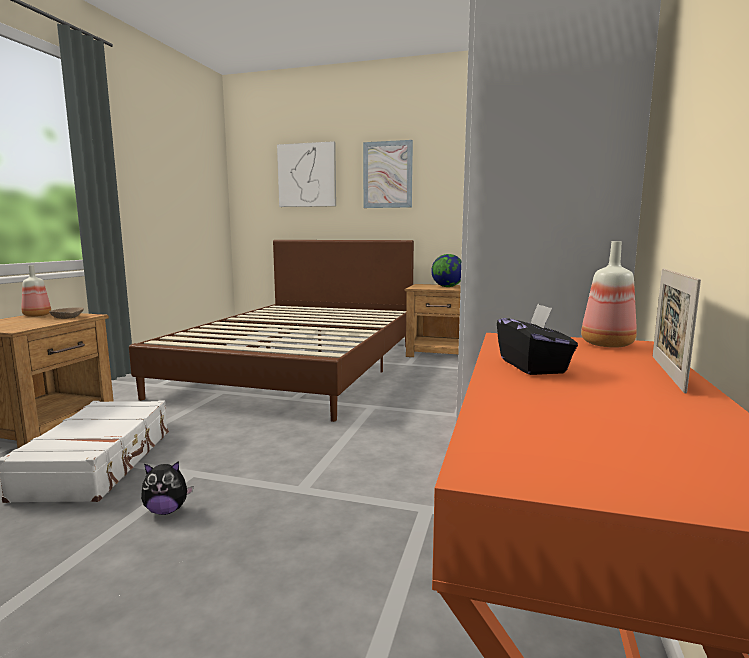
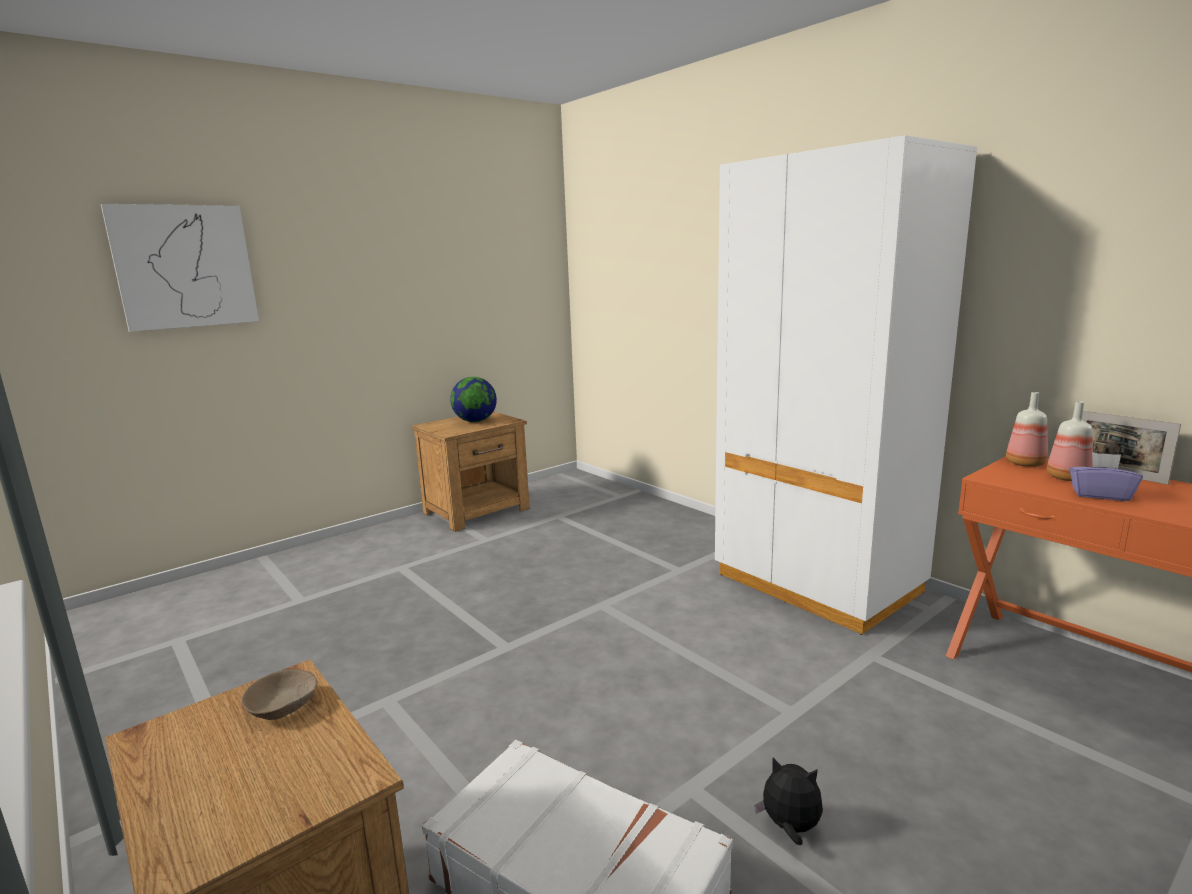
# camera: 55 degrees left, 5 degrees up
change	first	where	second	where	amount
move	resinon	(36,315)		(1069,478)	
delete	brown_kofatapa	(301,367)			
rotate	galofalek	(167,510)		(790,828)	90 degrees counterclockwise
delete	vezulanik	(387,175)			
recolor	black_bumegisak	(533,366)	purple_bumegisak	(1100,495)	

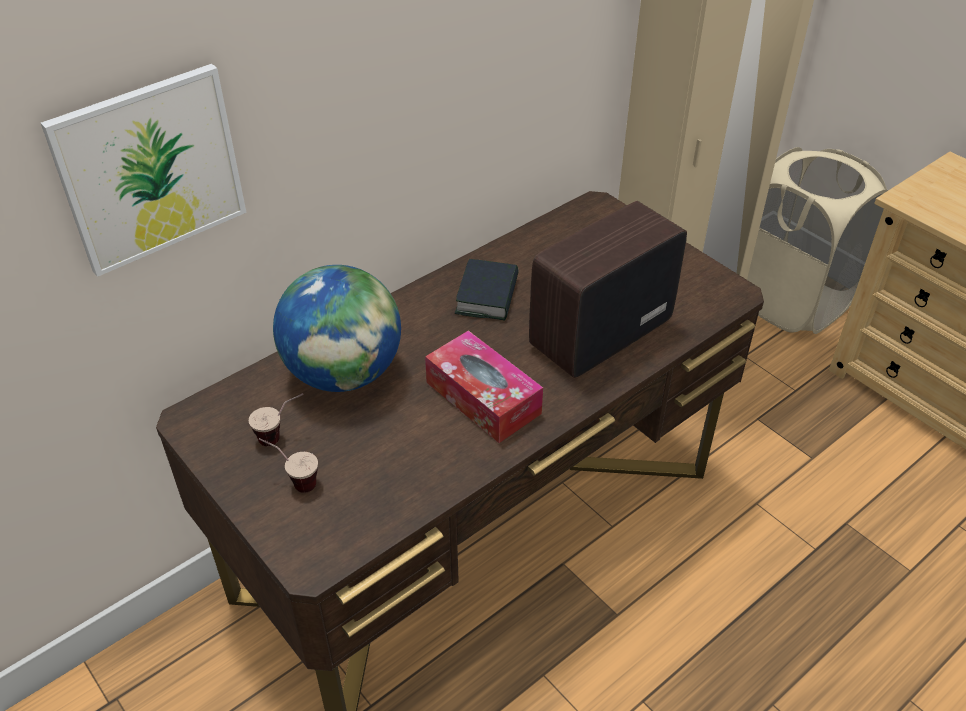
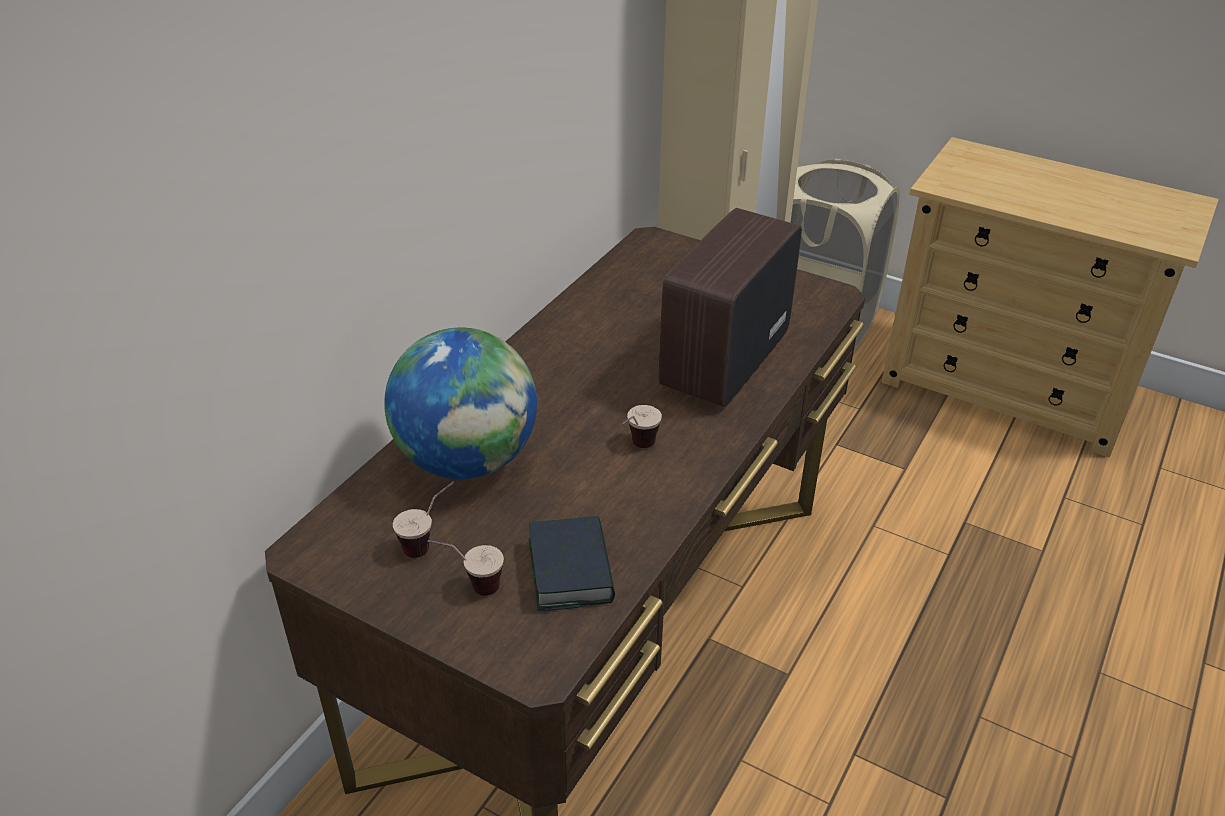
# camera: 20 degrees left, 5 degrees down
change	first	where	second	where	amount
delete	vezulanik	(150,169)			
replace	bumegisak	(483,398)	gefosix	(637,449)	
move	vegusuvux	(487,296)		(571,570)	

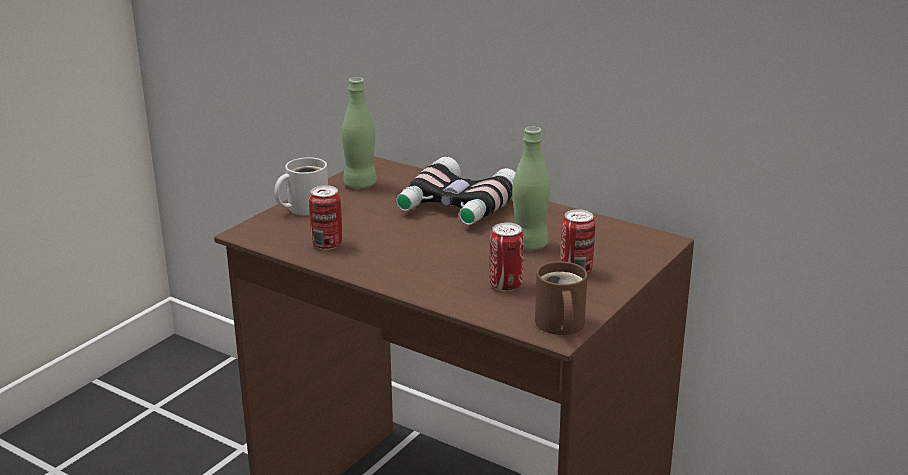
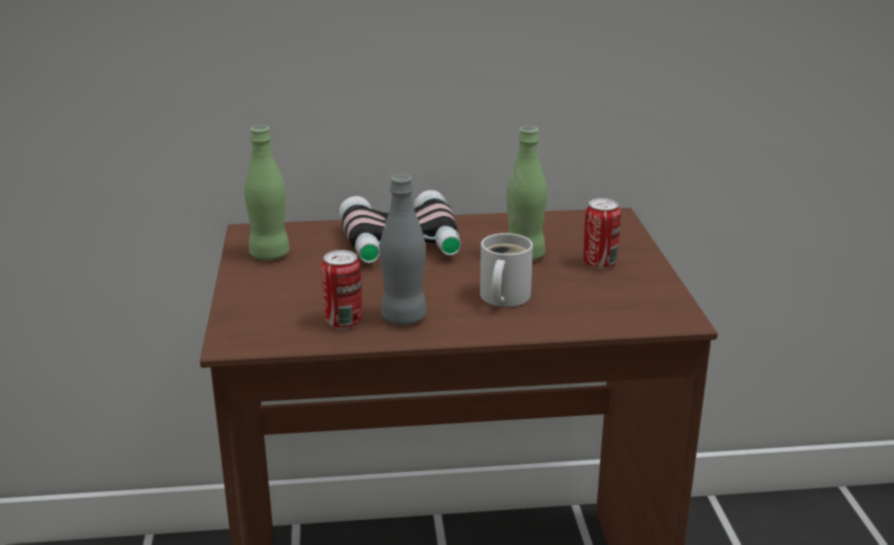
# camera: 40 degrees left, 0 degrees up
change	first	where	second	where	amount
move	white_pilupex	(304,207)		(502,297)	
delete	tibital	(506,285)			
delete	brown_pilupex	(558,325)			
insert			grey_resinon	(404,317)	

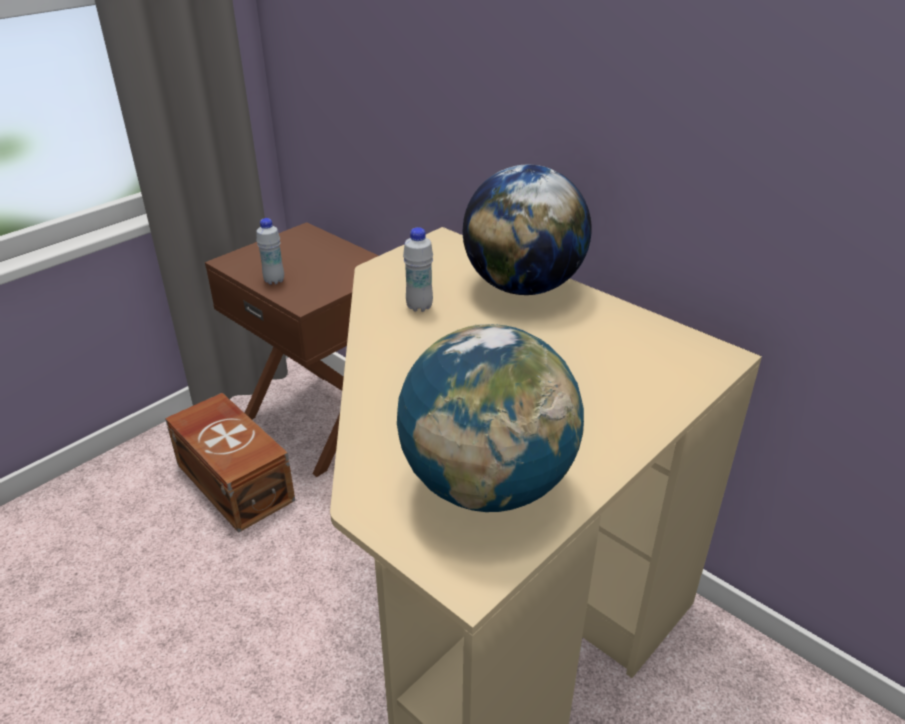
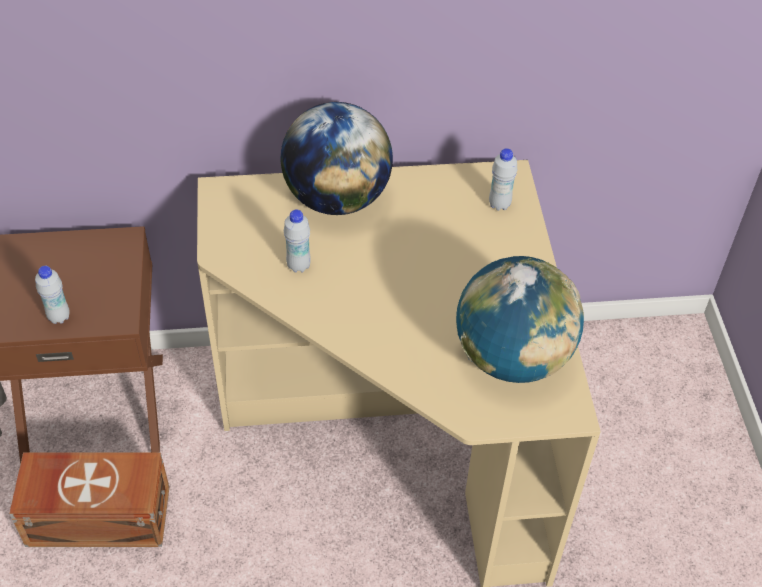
# camera: 50 degrees left, 15 degrees up
change	first	where	second	where	amount
insert			white_resinon	(499,204)	

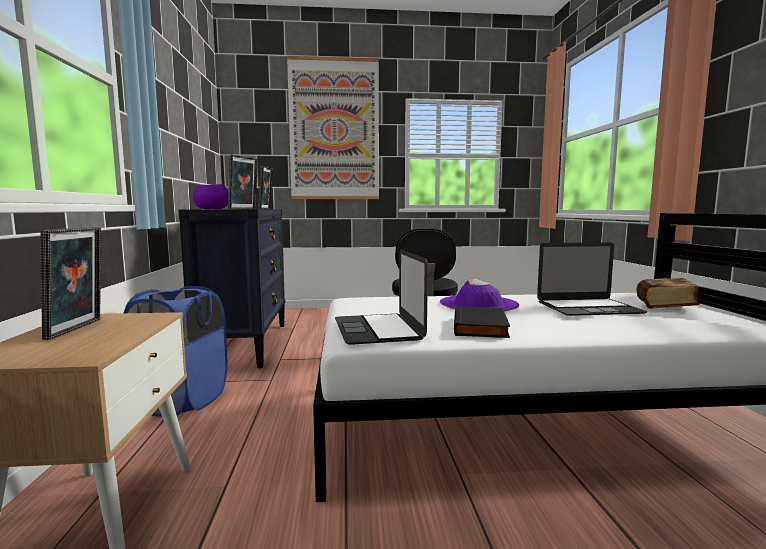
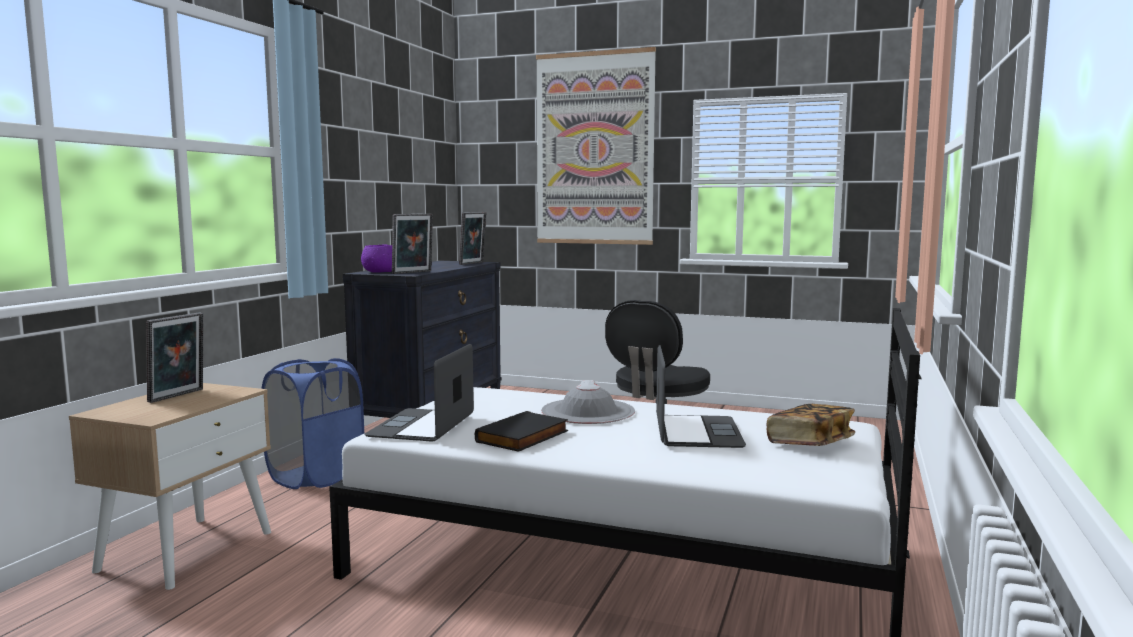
# camera: 25 degrees right, 0 degrees up
change	first	where	second	where	amount
recolor	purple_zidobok	(478,304)	grey_zidobok	(588,411)	
rotate	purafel	(588,307)		(697,432)	105 degrees counterclockwise

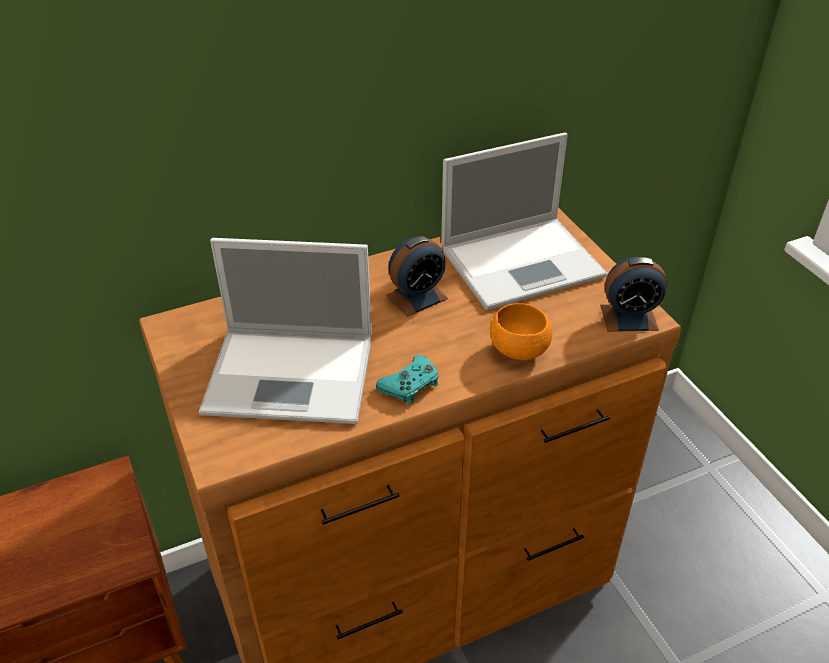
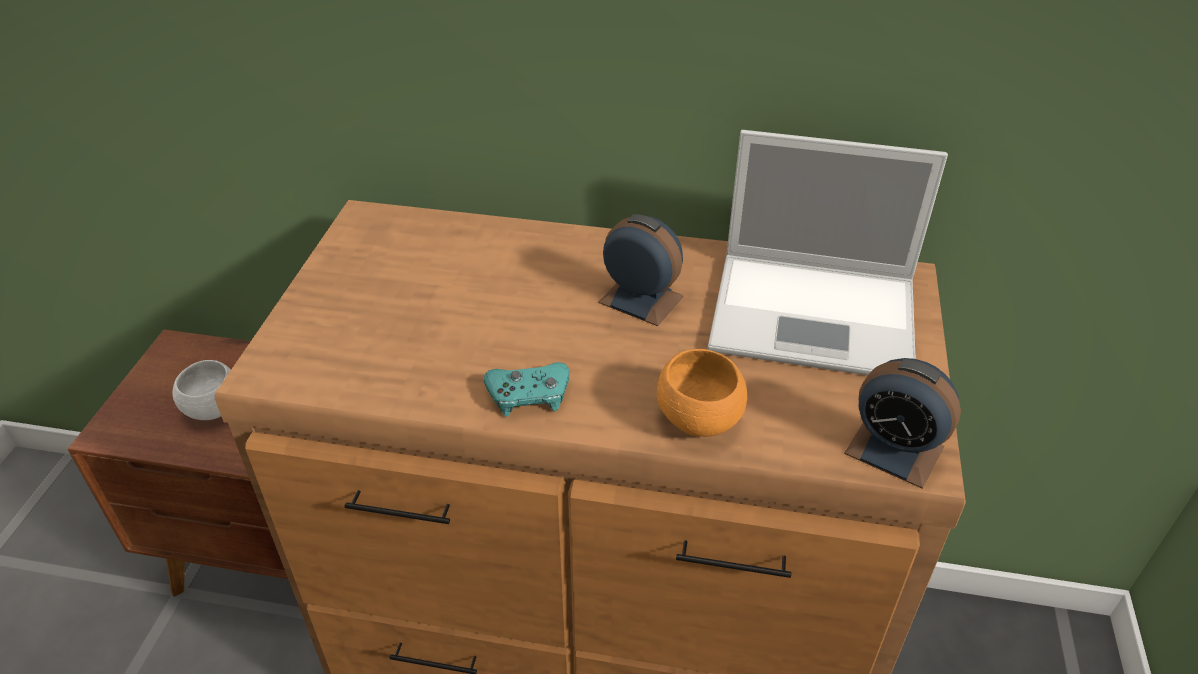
# camera: 35 degrees right, 0 degrees up
change	first	where	second	where	amount
delete	purafel	(294,375)			
rotate	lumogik	(417,297)		(641,299)	150 degrees counterclockwise
insert			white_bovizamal	(213,408)	

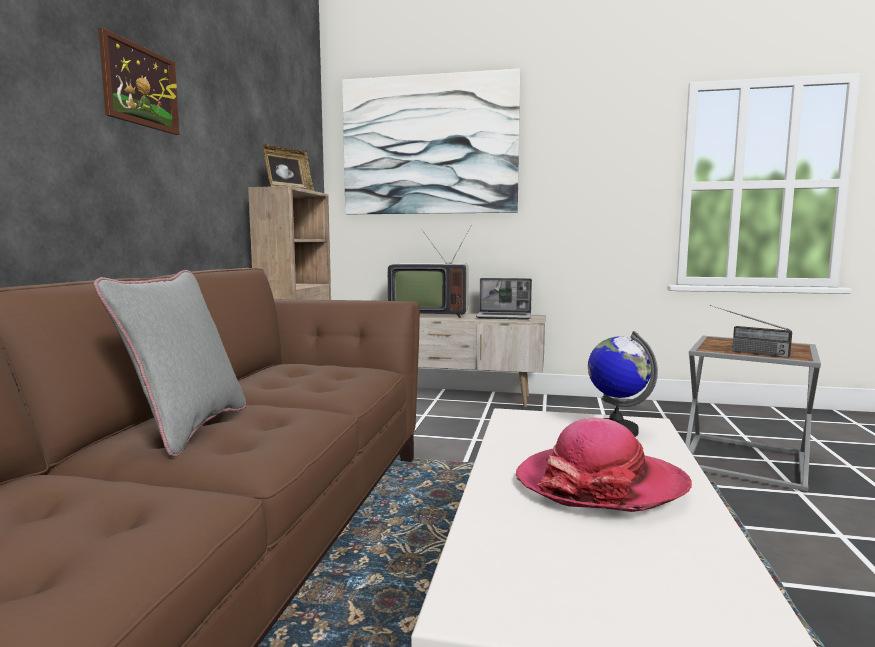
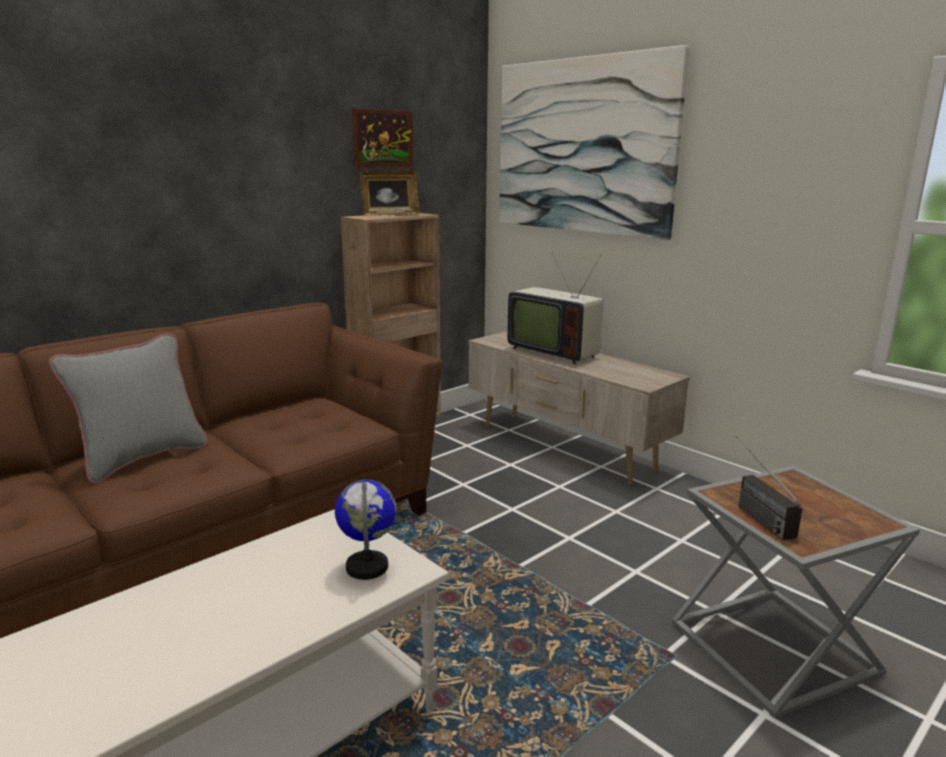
# camera: 35 degrees right, 10 degrees up
change	first	where	second	where	amount
move	vezulanik	(140,86)		(383,138)	
delete	purafel	(504,317)			
delete	zidobok	(600,484)			

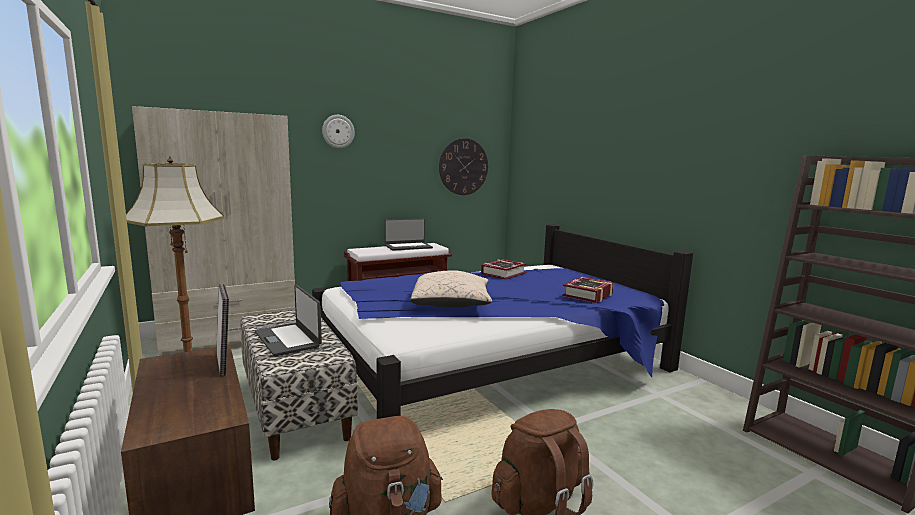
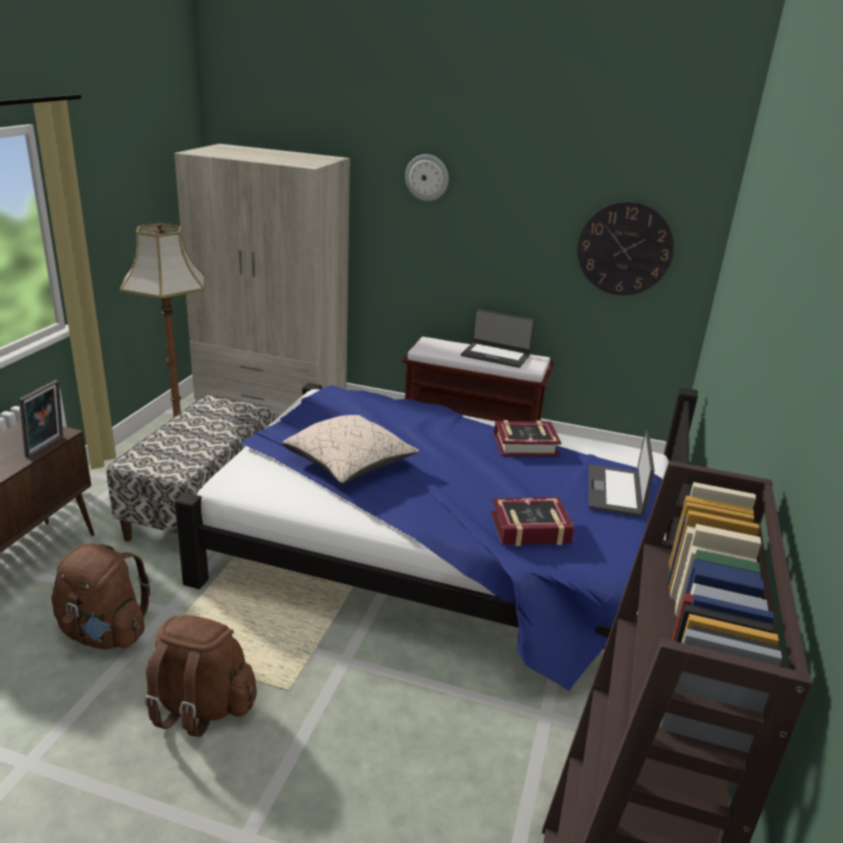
# camera: 45 degrees right, 15 degrees up
change	first	where	second	where	amount
move	purafel	(288,339)		(616,491)	

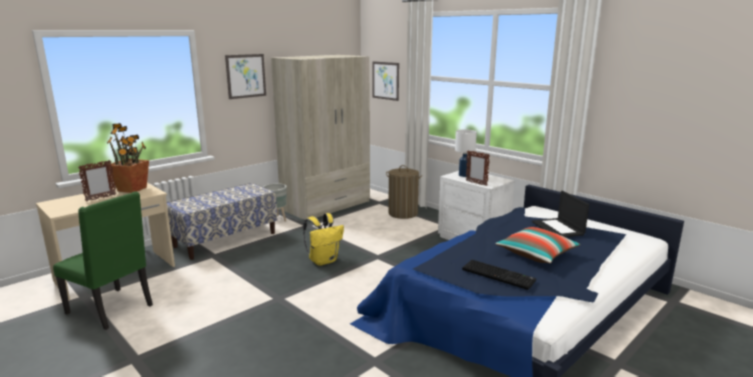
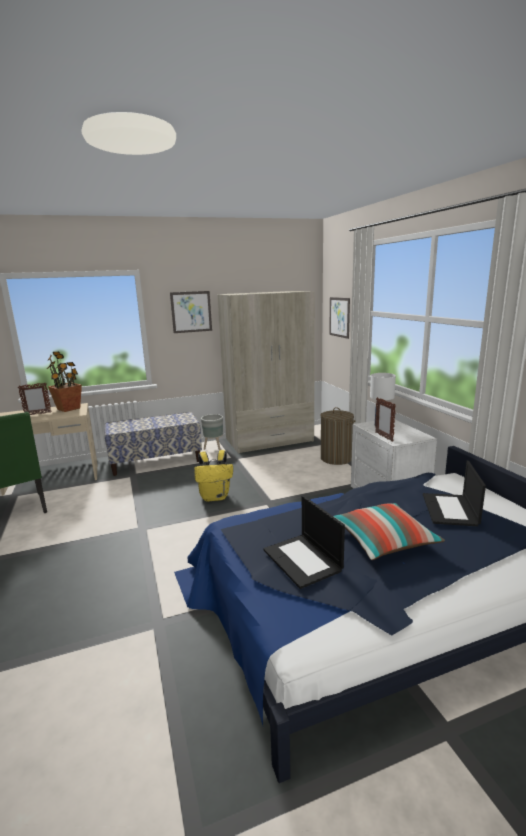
# camera: 25 degrees right, 0 degrees up
change	first	where	second	where	amount
replace	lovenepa	(499,275)	purafel	(303,560)	

